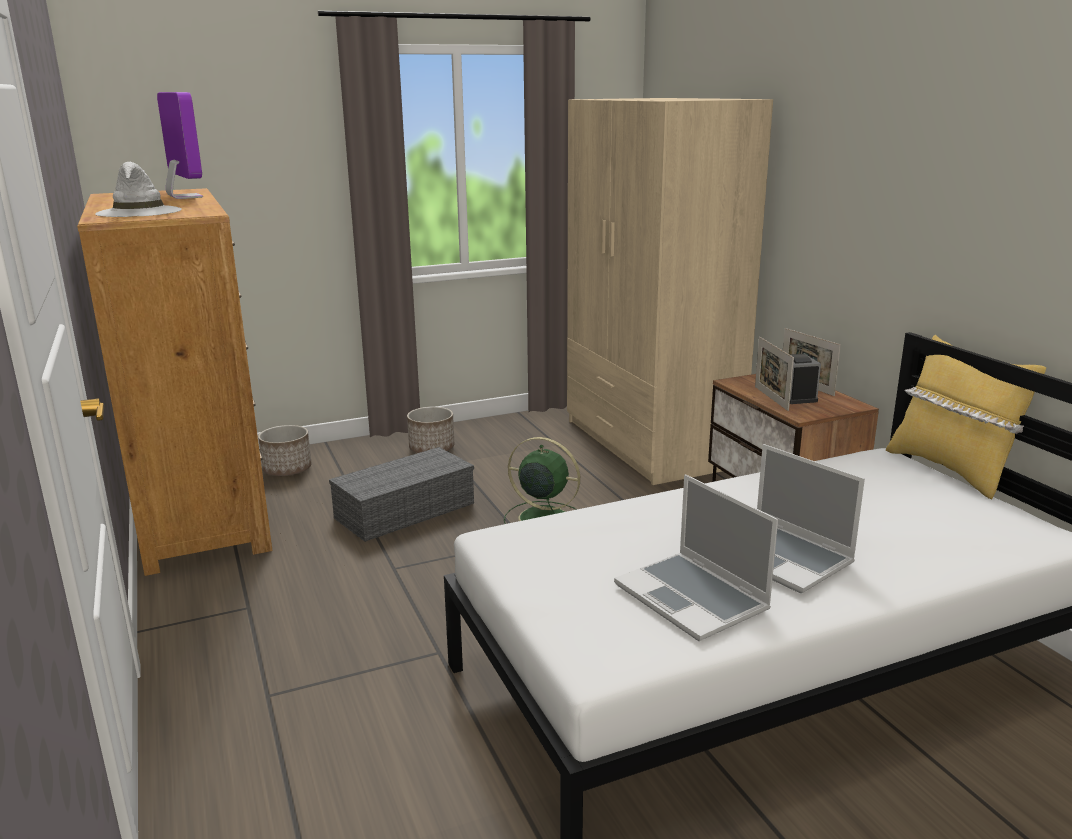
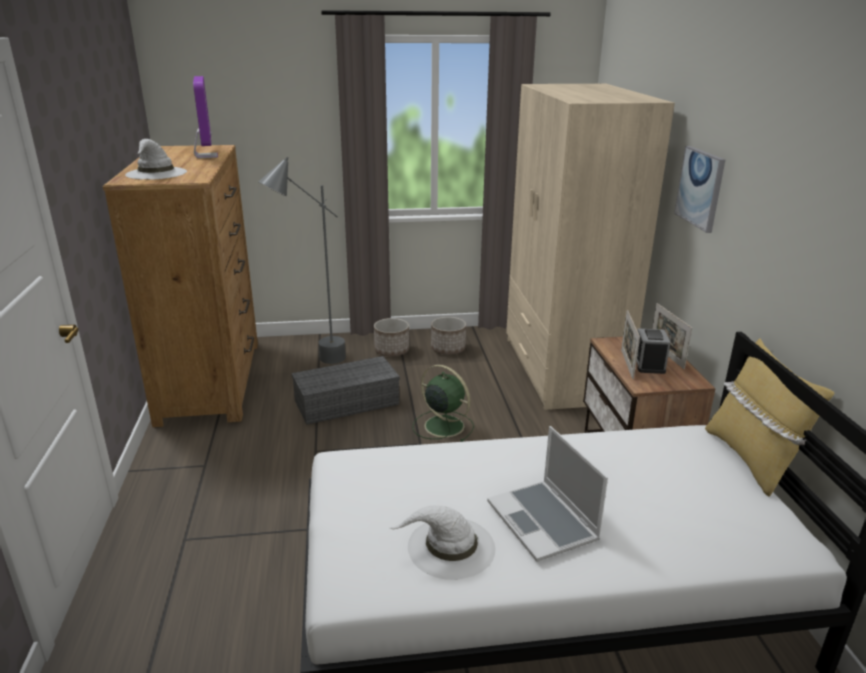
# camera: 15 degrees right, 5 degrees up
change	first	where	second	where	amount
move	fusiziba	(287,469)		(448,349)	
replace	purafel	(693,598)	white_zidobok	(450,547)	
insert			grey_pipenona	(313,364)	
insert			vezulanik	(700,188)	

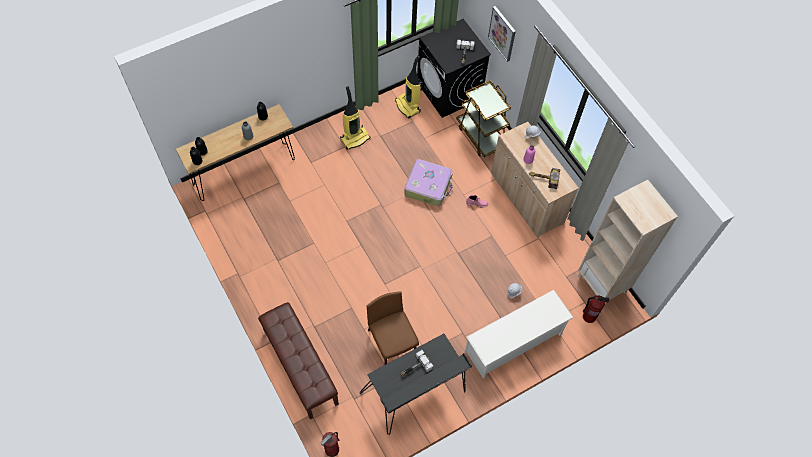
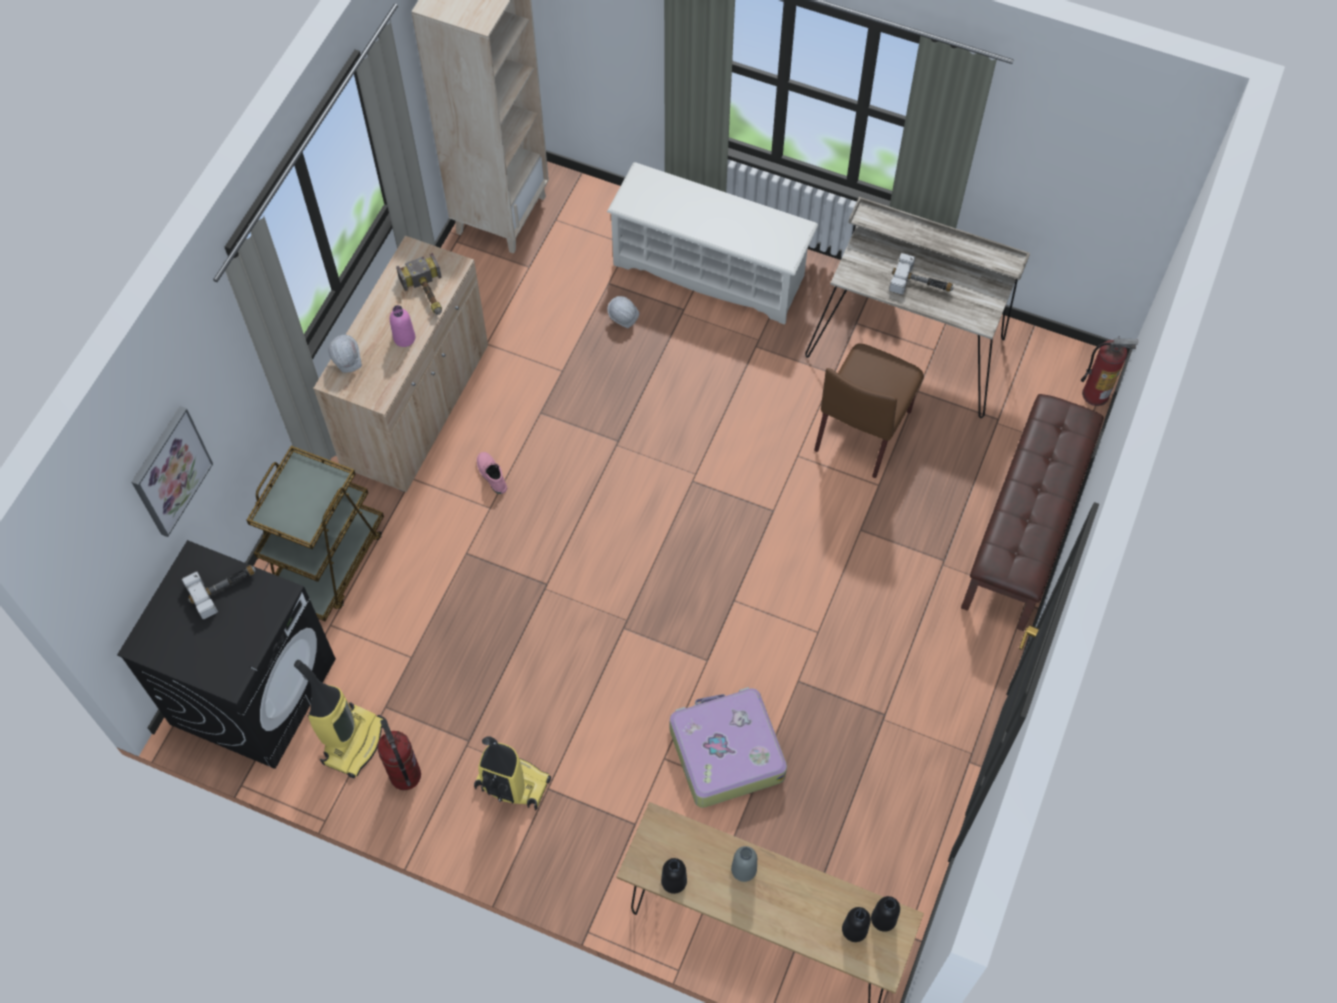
# camera: 125 degrees left, 0 degrees up
change	first	where	second	where	amount
recolor	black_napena	(415,393)	beige_napena	(910,346)	
move	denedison	(428,186)		(725,752)	
move	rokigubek	(589,316)		(405,775)	

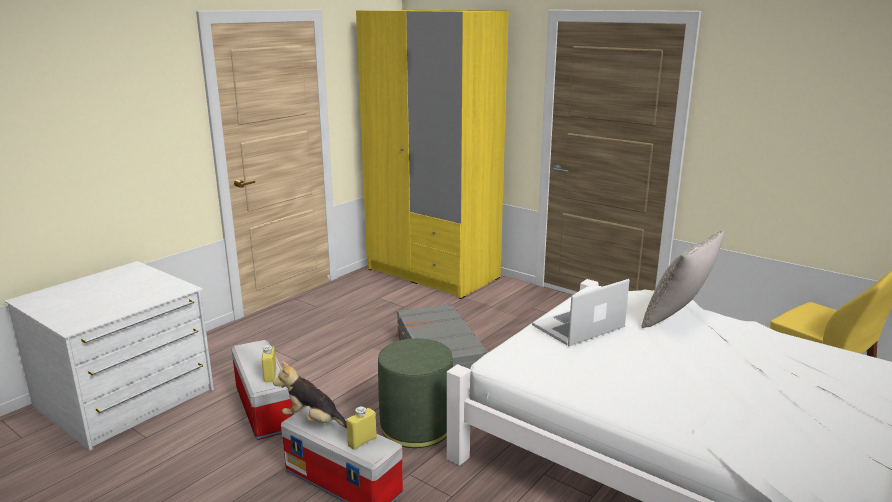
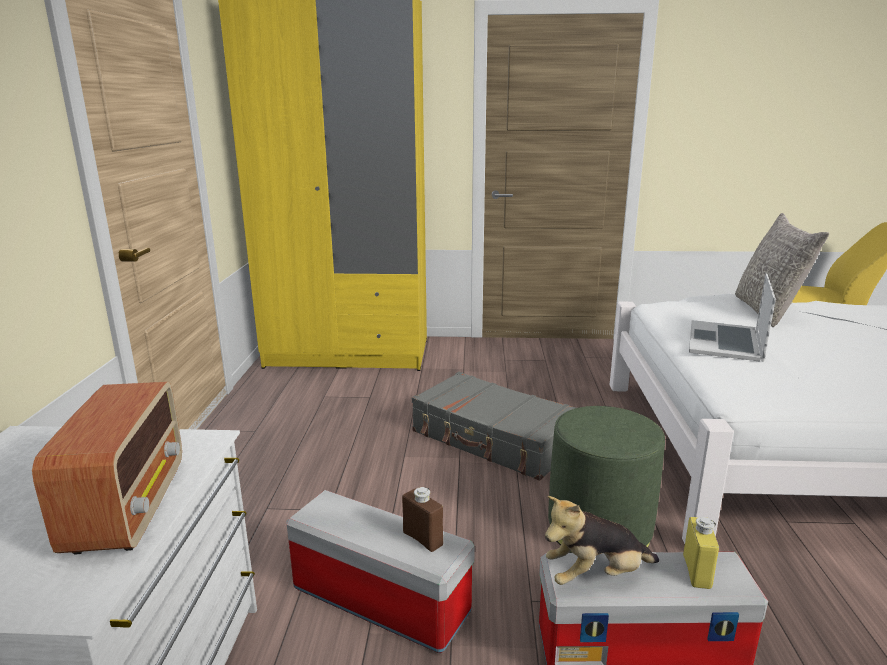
# camera: 35 degrees left, 0 degrees up
change	first	where	second	where	amount
recolor	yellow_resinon	(270,376)	brown_resinon	(423,538)	
insert			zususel	(129,506)	

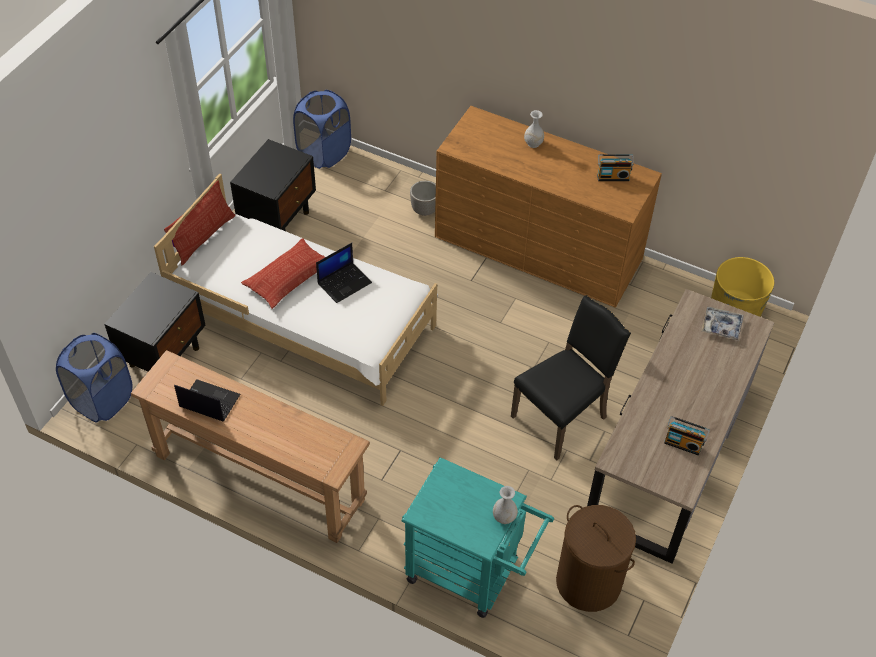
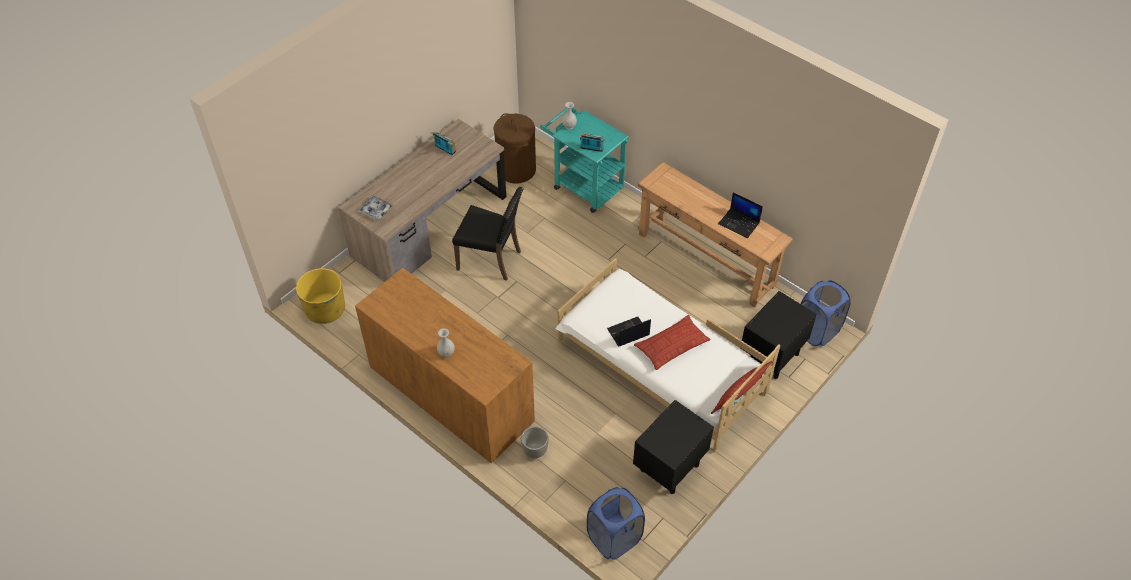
# camera: 165 degrees left, 0 degrees up
change	first	where	second	where	amount
rotate	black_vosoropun	(562,417)		(491,260)	135 degrees counterclockwise
move	zususel	(613,177)		(591,148)	

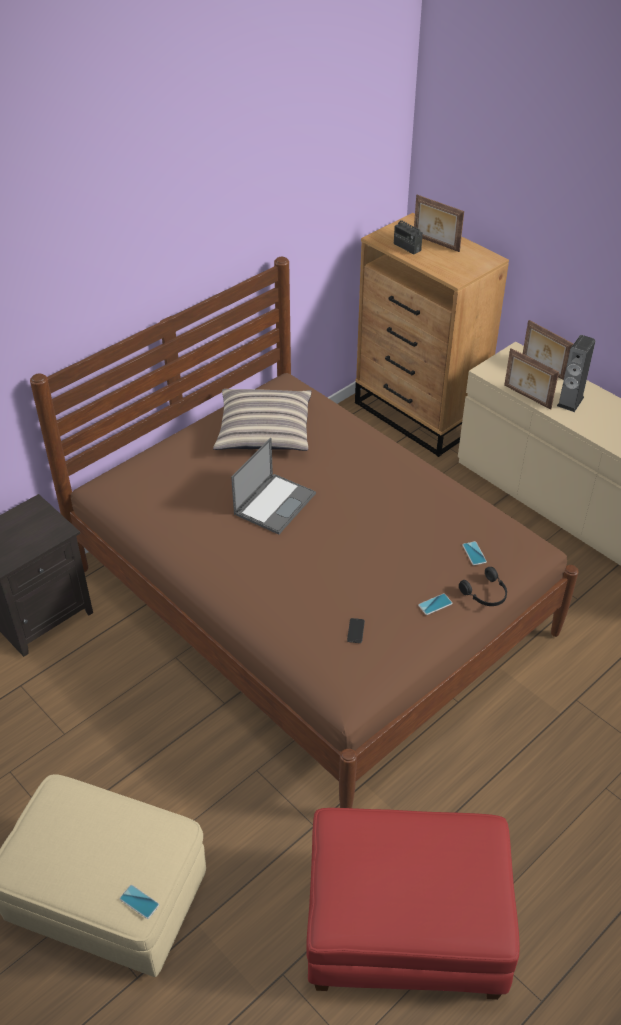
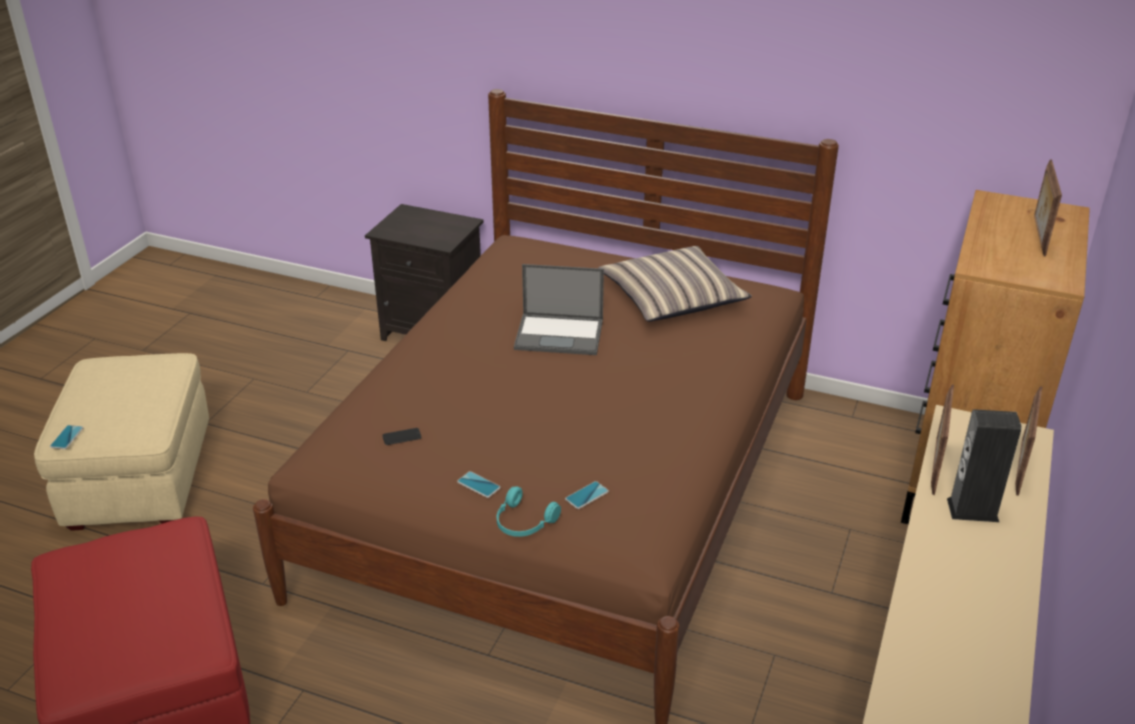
# camera: 65 degrees right, 10 degrees down
change	first	where	second	where	amount
delete	zususel	(407,247)			
recolor	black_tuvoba	(486,594)	turquoise_tuvoba	(523,523)	

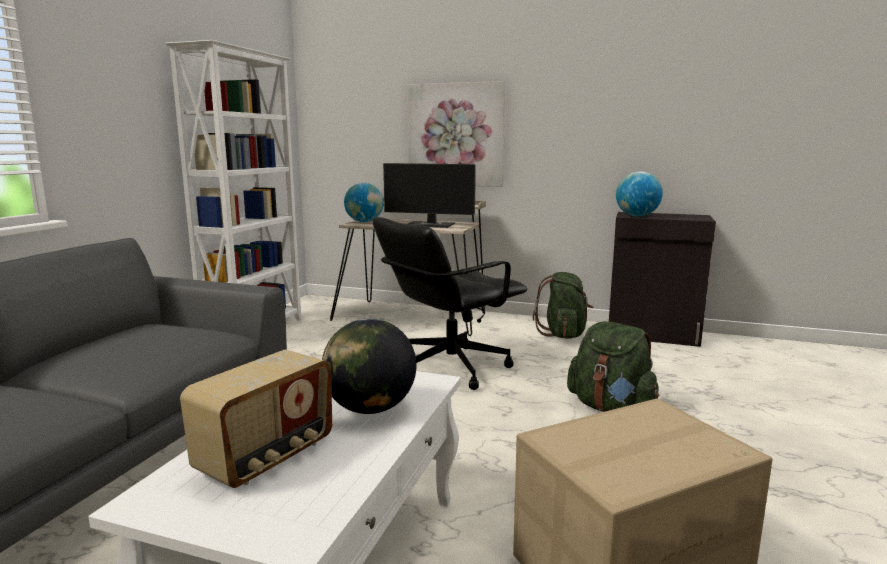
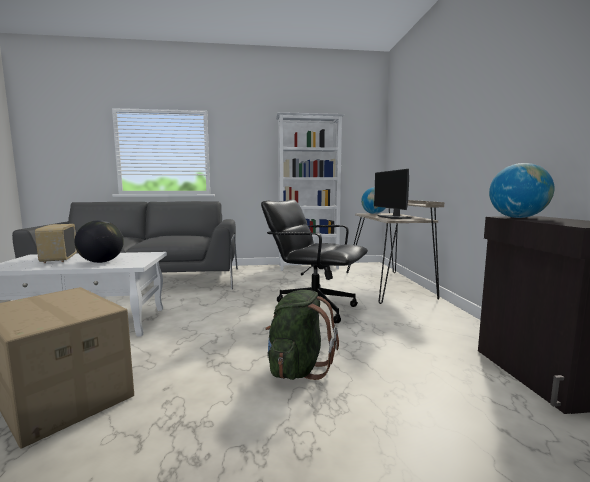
# camera: 65 degrees right, 5 degrees down
change	first	where	second	where	amount
rotate	zususel	(267,457)		(58,259)	60 degrees clockwise
delete	vezulanik	(456,135)			
delete	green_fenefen	(563,334)			

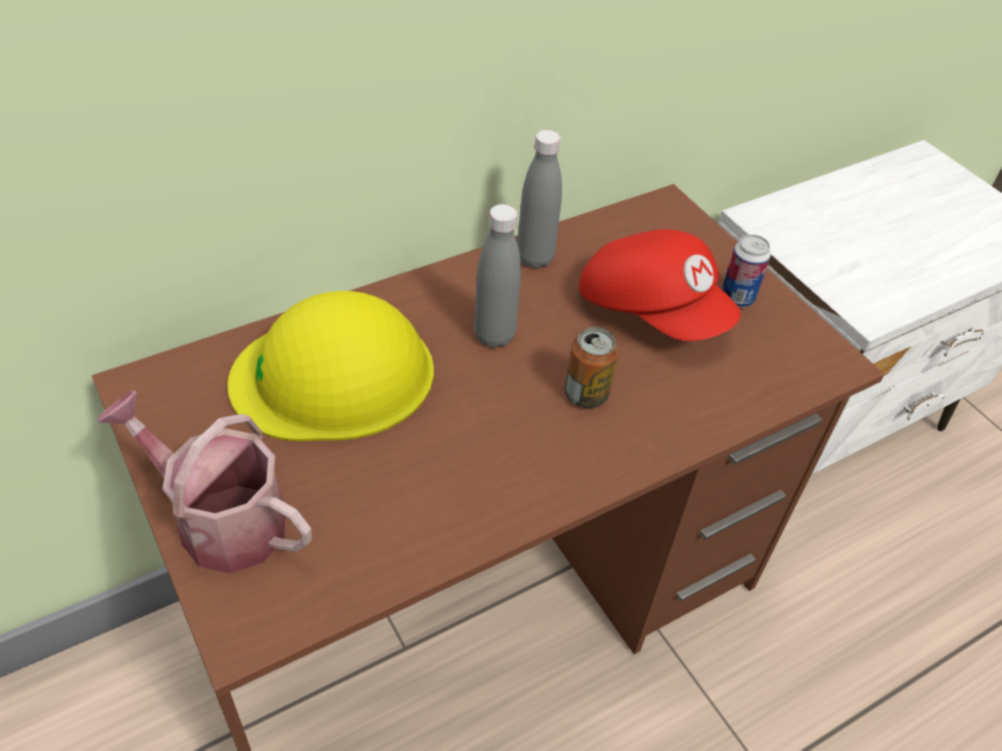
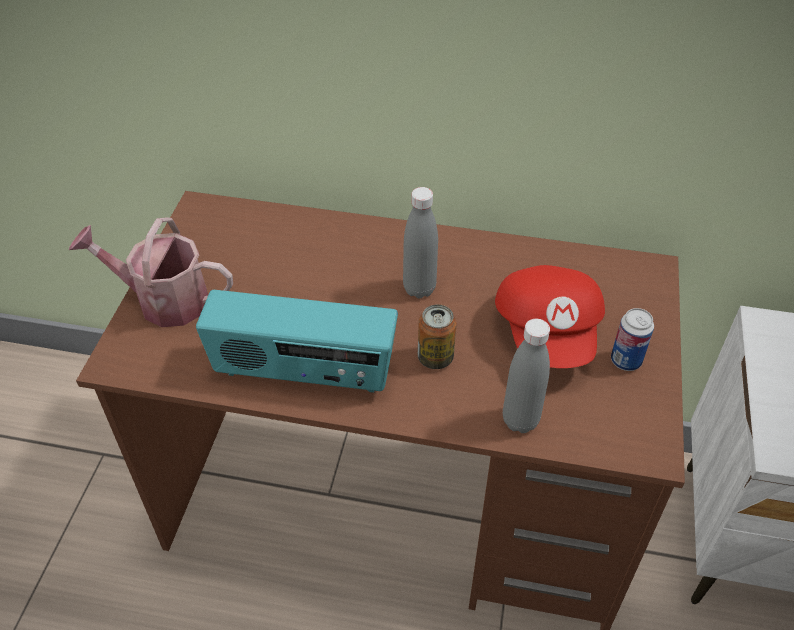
# camera: 45 degrees right, 0 degrees up
change	first	where	second	where	amount
rotate	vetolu	(220,519)		(163,300)	60 degrees counterclockwise
delete	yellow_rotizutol	(334,375)			
move	grey_resinon	(535,258)		(520,420)	
insert			zususel	(303,373)	

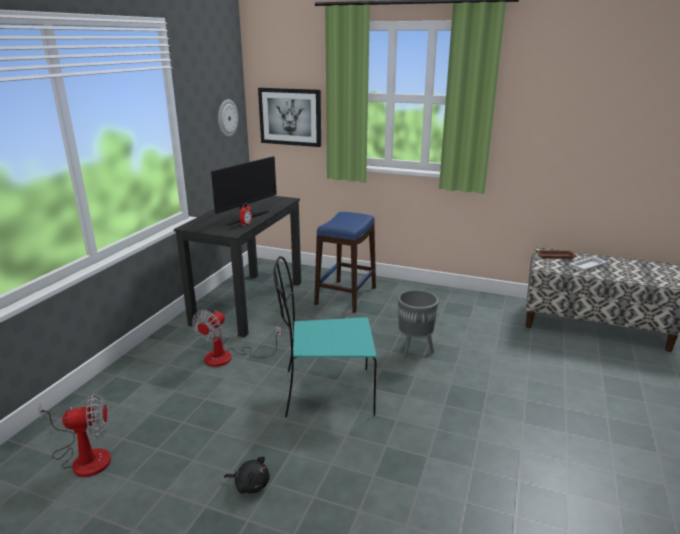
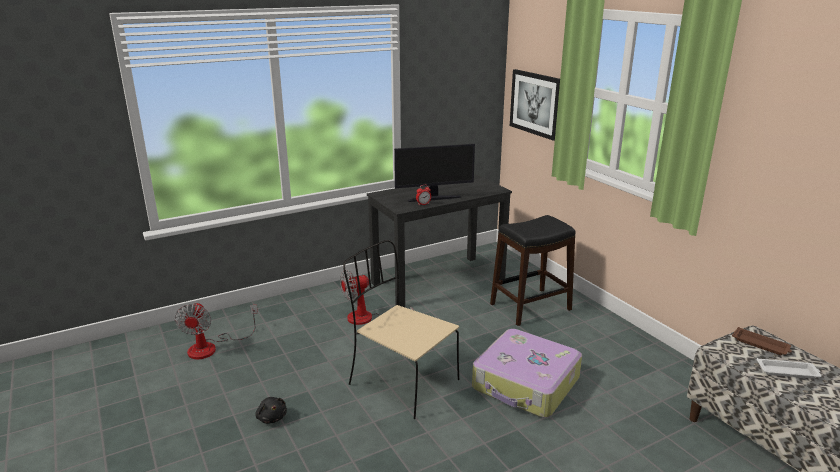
# camera: 40 degrees right, 0 degrees up
change	first	where	second	where	amount
rotate	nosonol	(84,457)		(211,347)	60 degrees clockwise
delete	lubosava	(227,118)			
recolor	turquoise_vosoropun	(325,392)	beige_vosoropun	(401,381)	
recolor	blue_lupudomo	(346,296)	black_lupudomo	(531,307)	
replace	grey_fusiziba	(415,350)	denedison	(526,384)	

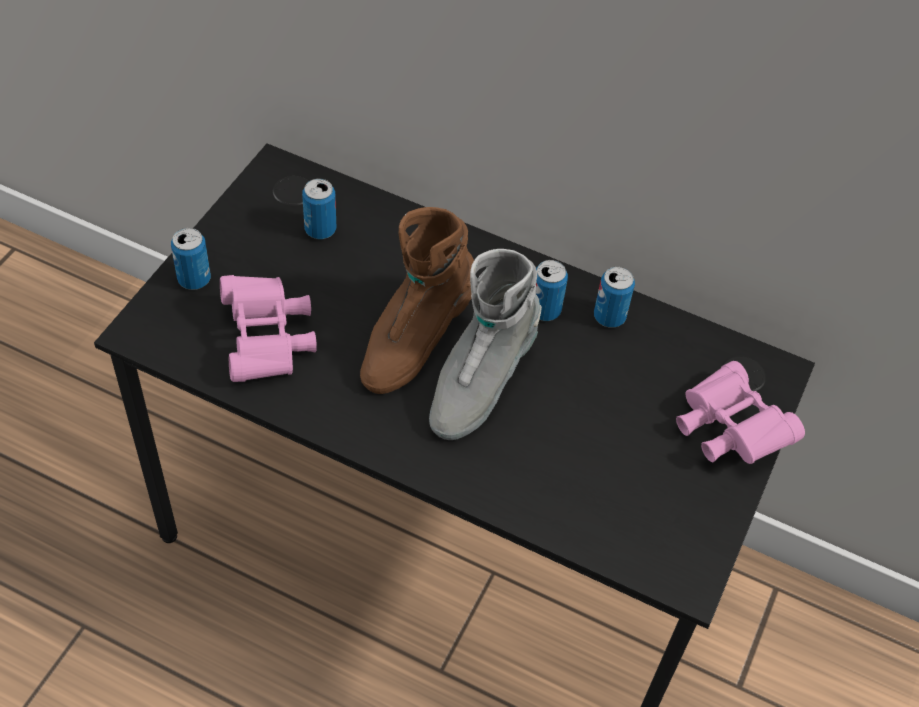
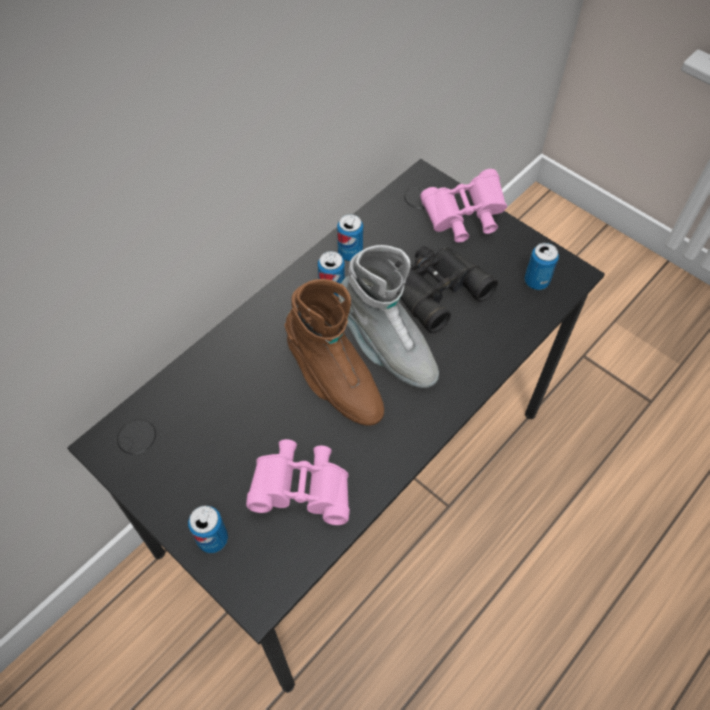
# camera: 70 degrees left, 5 degrees up
change	first	where	second	where	amount
move	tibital	(320,230)		(536,281)	
insert			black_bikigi	(435,289)	

